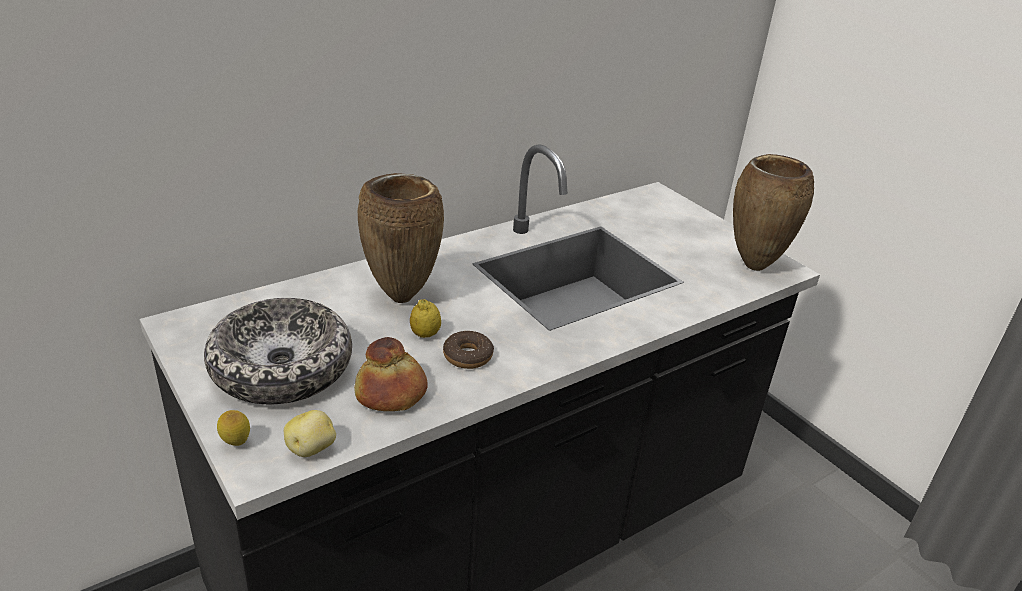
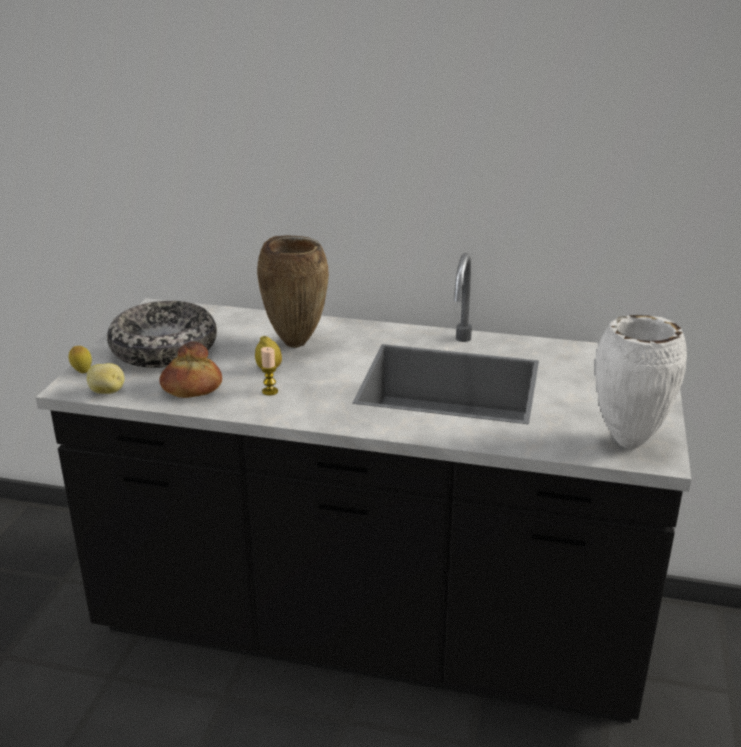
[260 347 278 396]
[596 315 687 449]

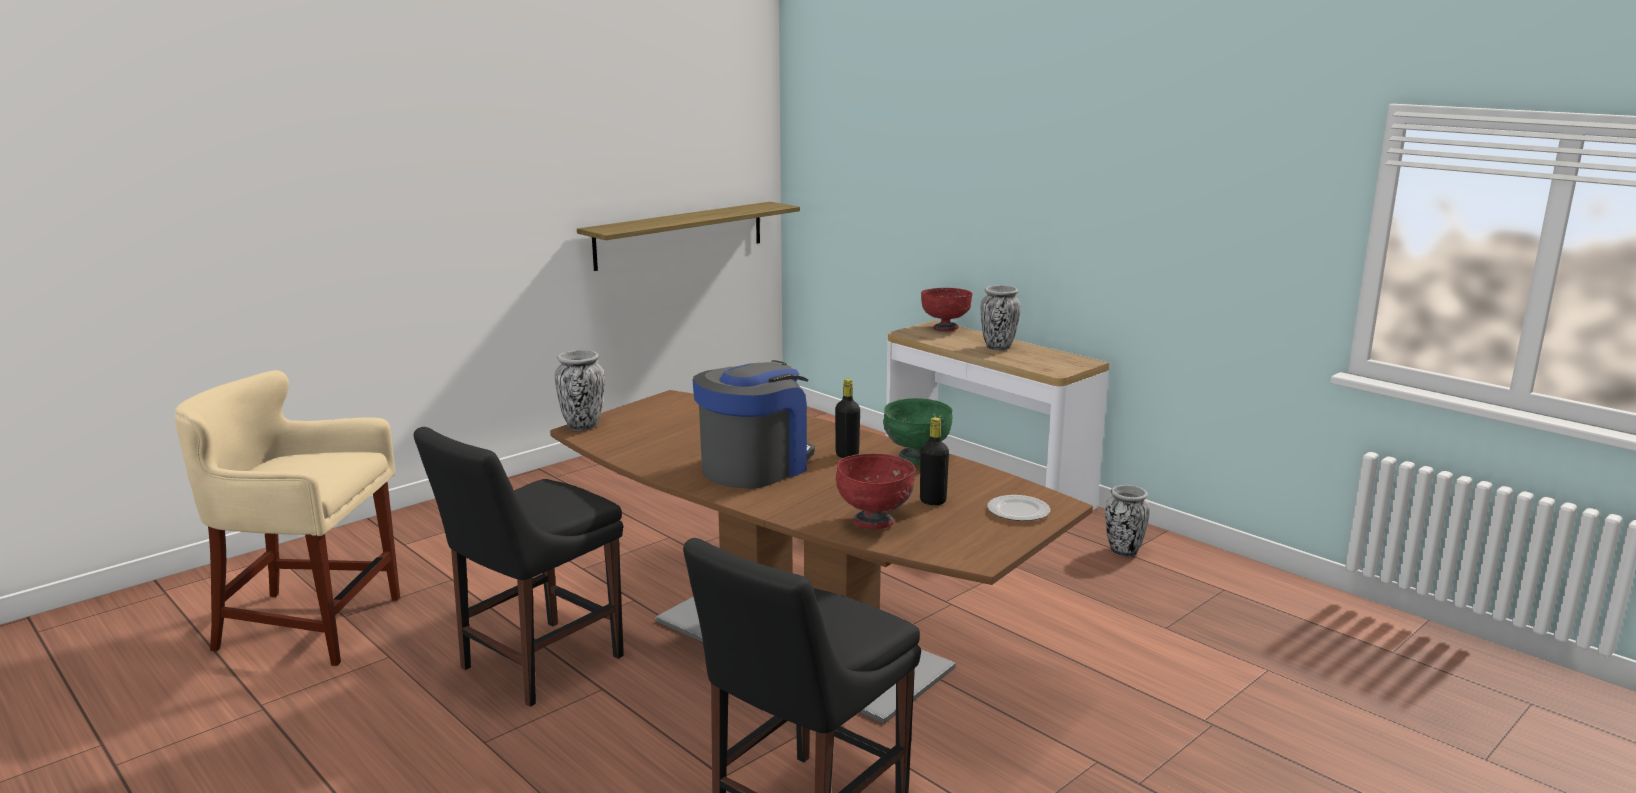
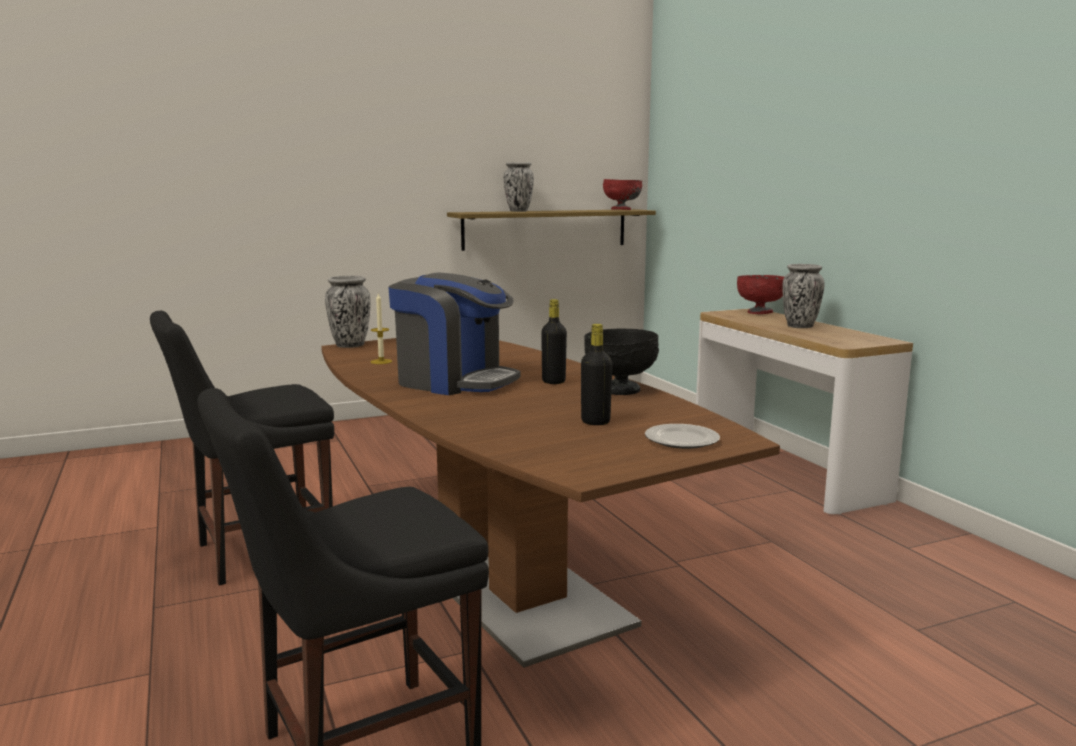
[175 370 400 666] (first image)
[371 294 392 364]
[603 179 642 210]
[504 162 534 212]
[584 329 659 395]
[388 273 521 395]

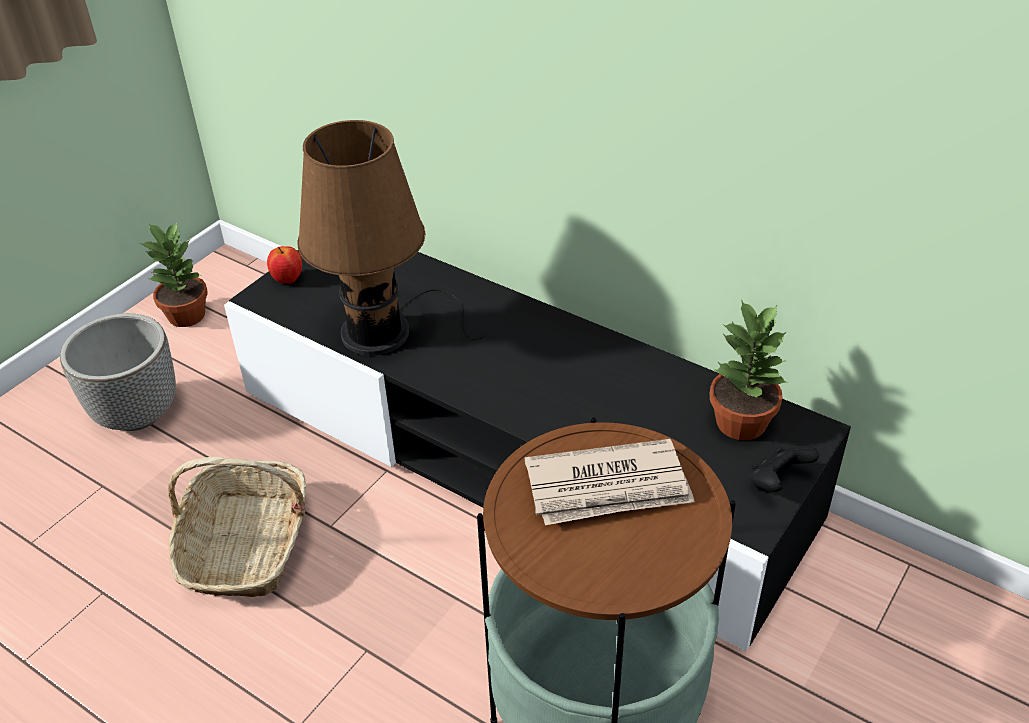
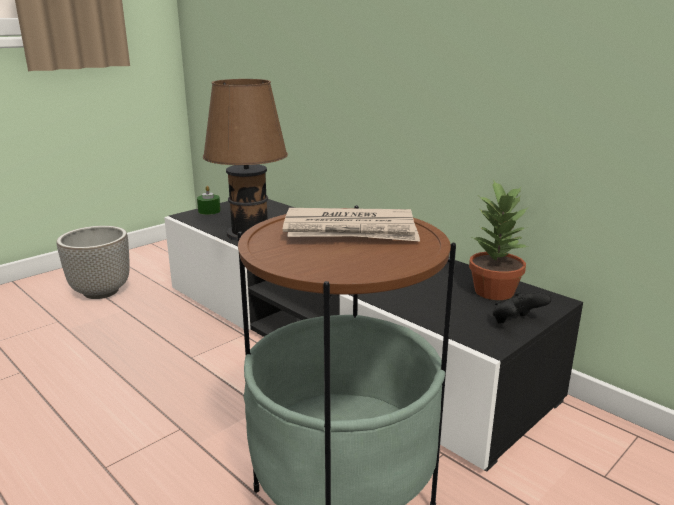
[140 222 208 327] (first image)
[168 457 306 597] (first image)
[197 186 220 215]

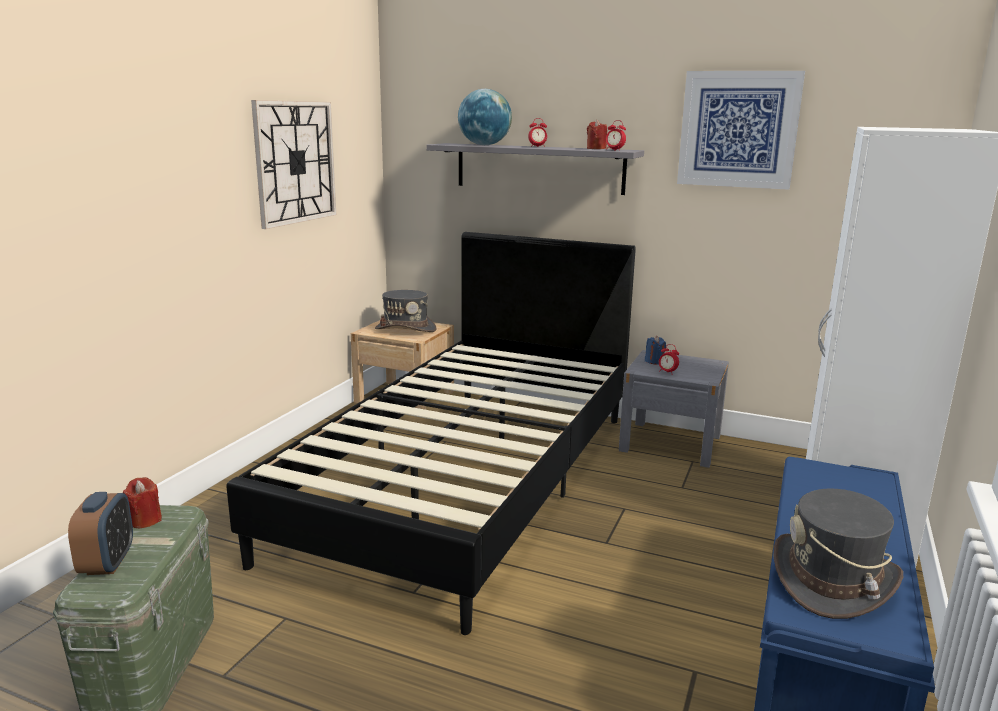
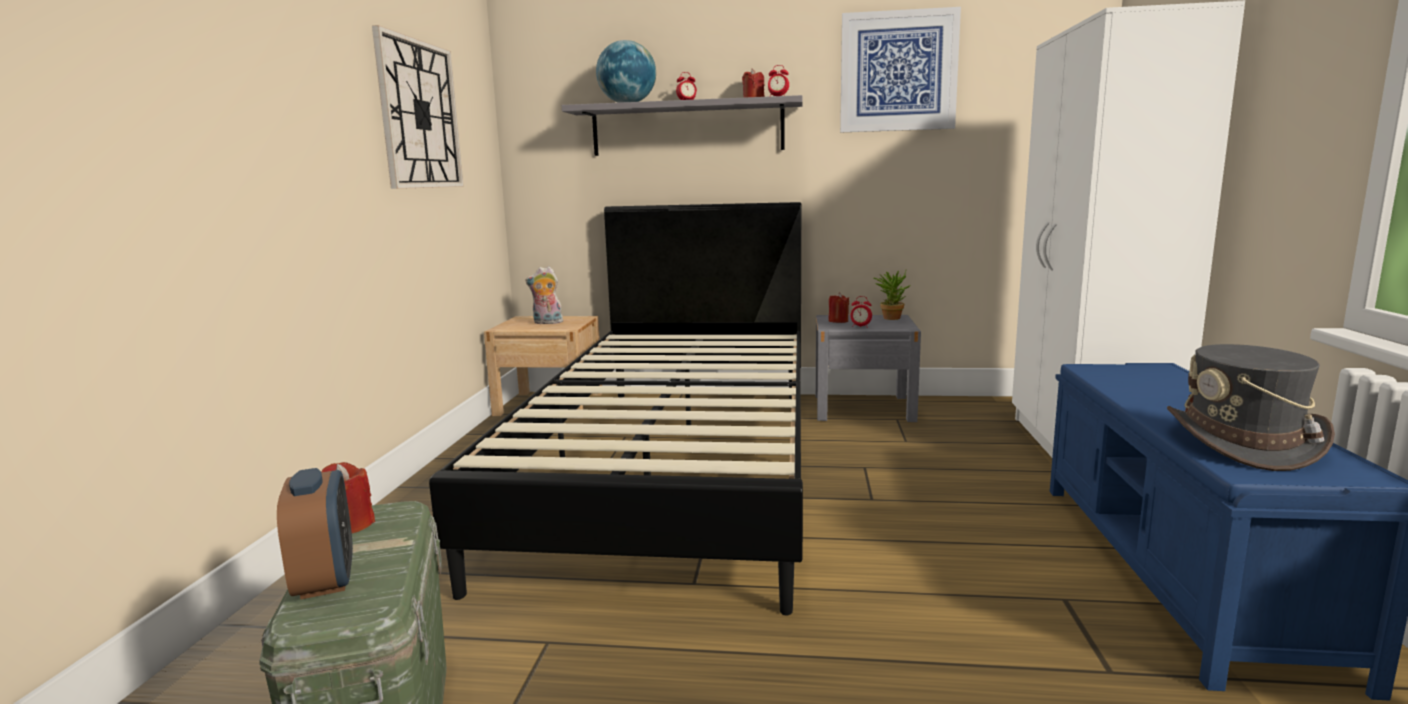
[874 271 911 320]
[526 266 566 325]
[828 292 849 323]

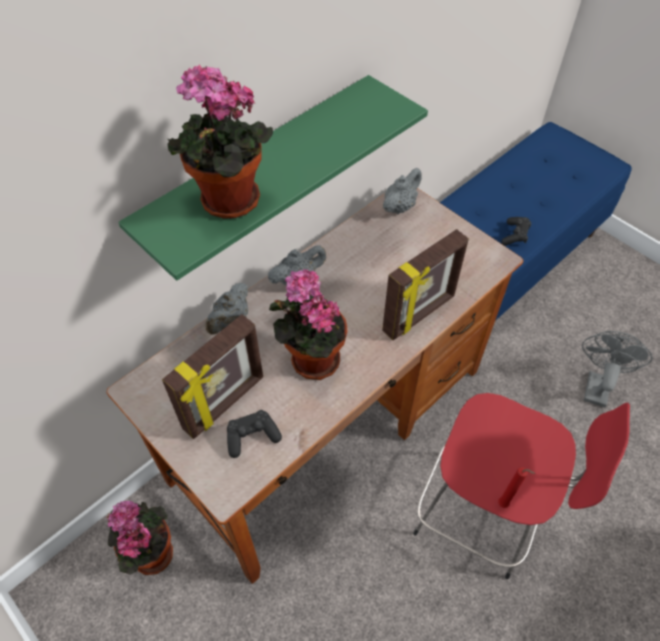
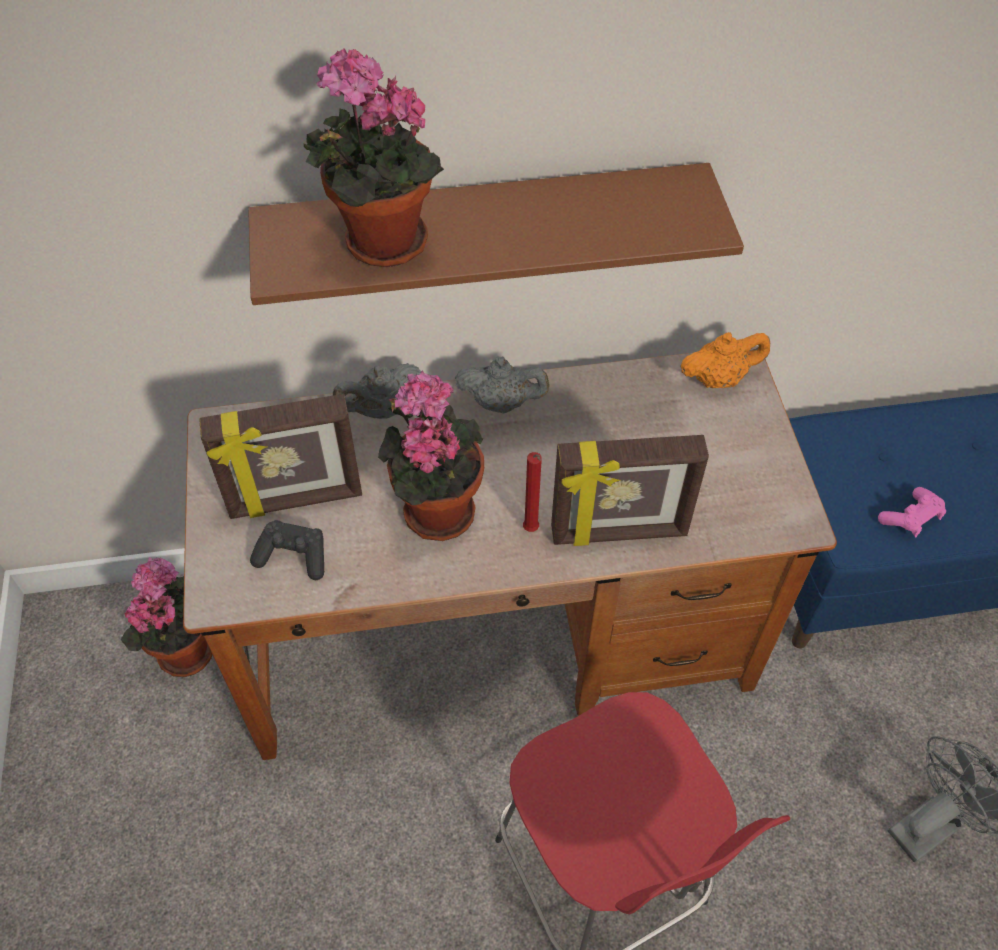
[523 452 542 532]
[248 163 744 305]
[680 332 770 388]
[878 487 946 537]

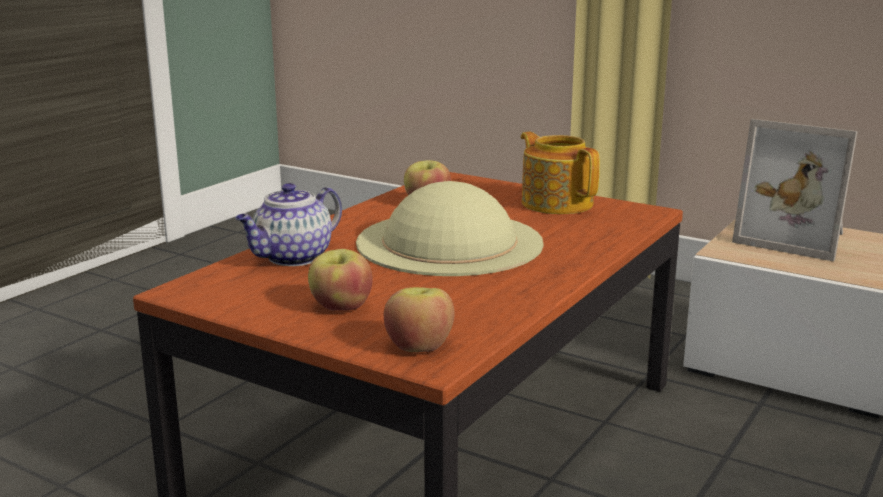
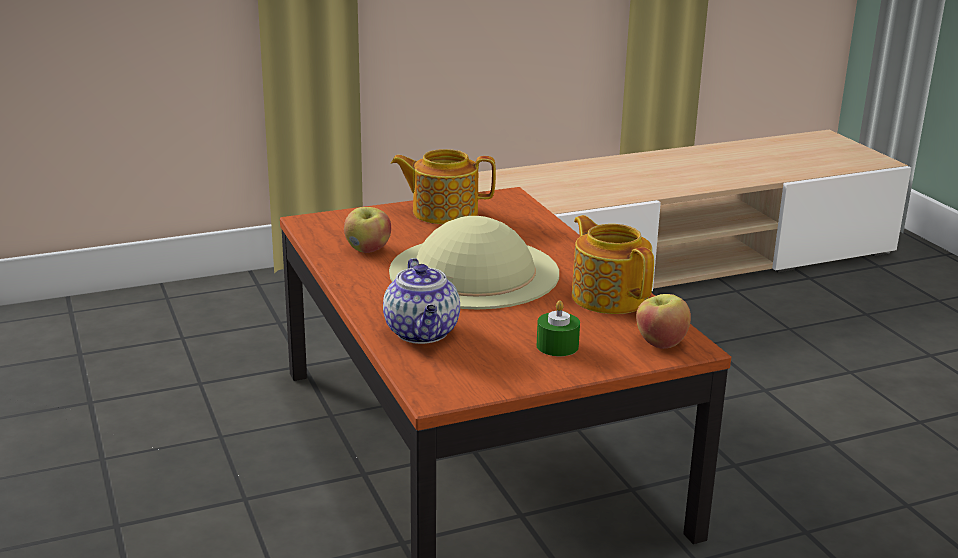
[732 119 858 261] (first image)
[572 215 654 314]
[537 300 580 356]

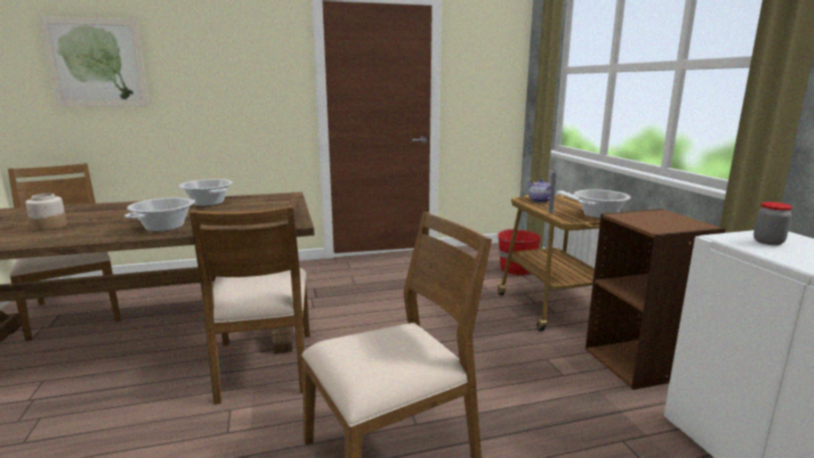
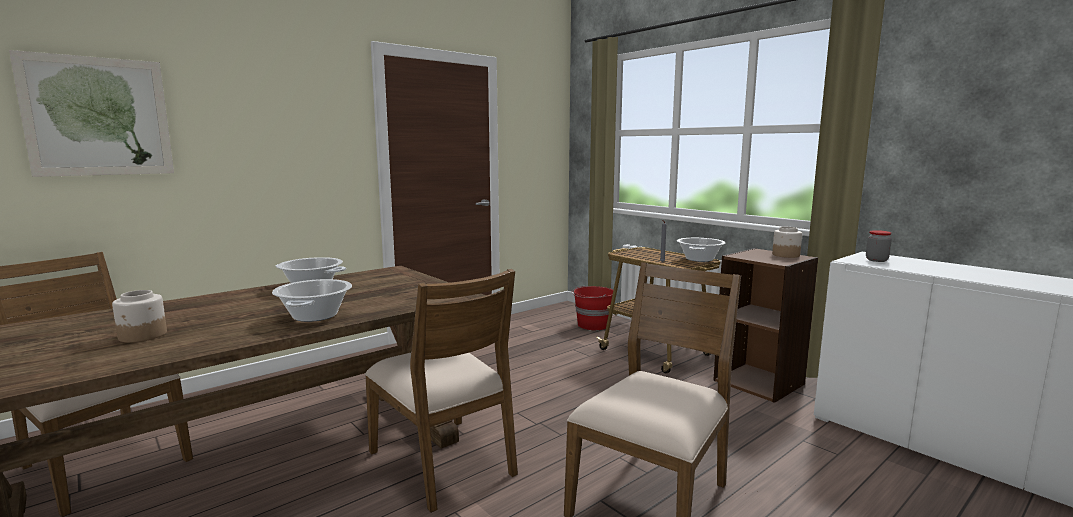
[528 179 551 203] (first image)
[772 227 802 258]

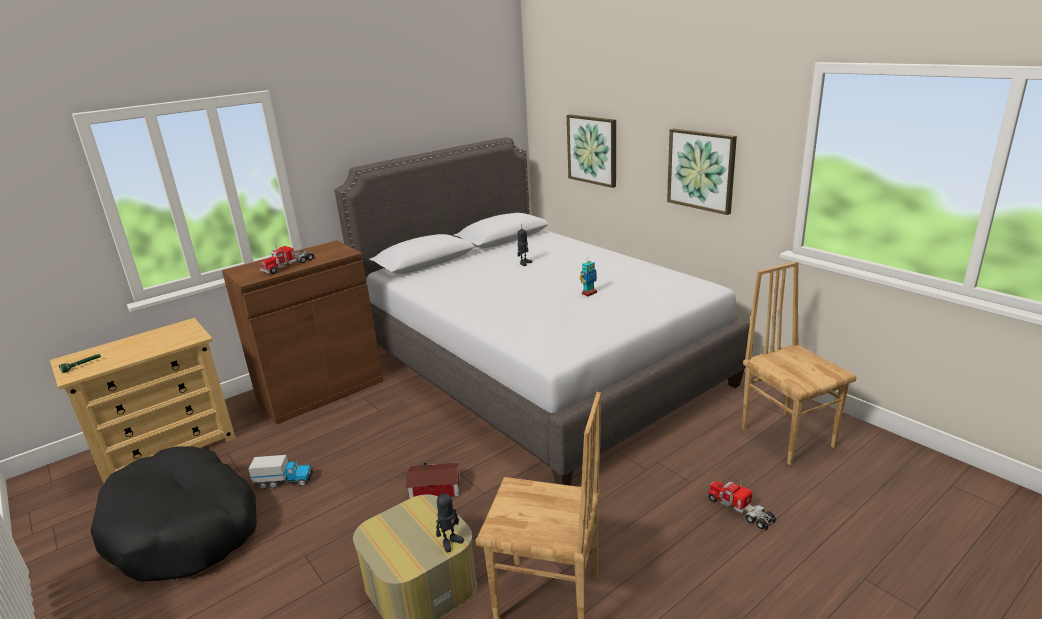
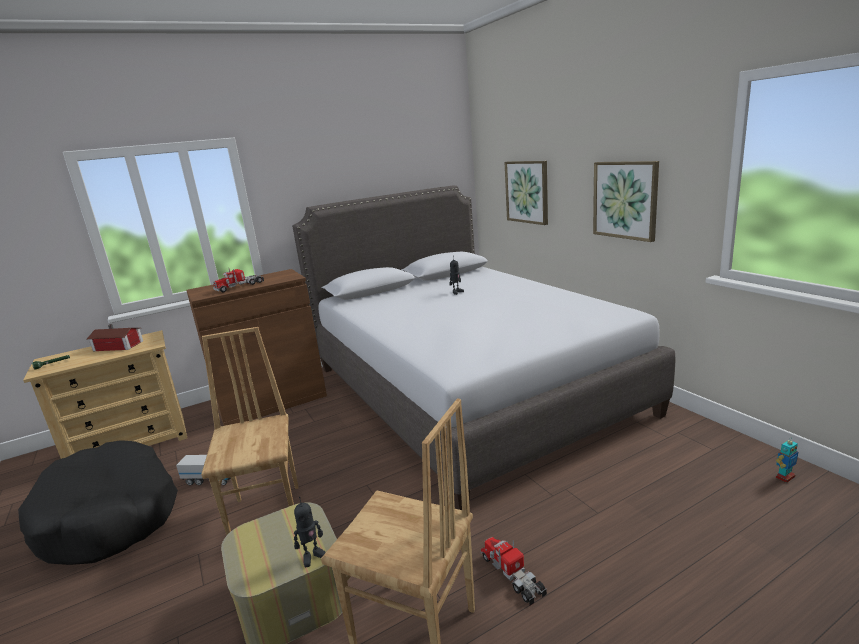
[87 324 143 351]
[776 437 798 483]
[480 537 547 606]
[201 327 298 535]

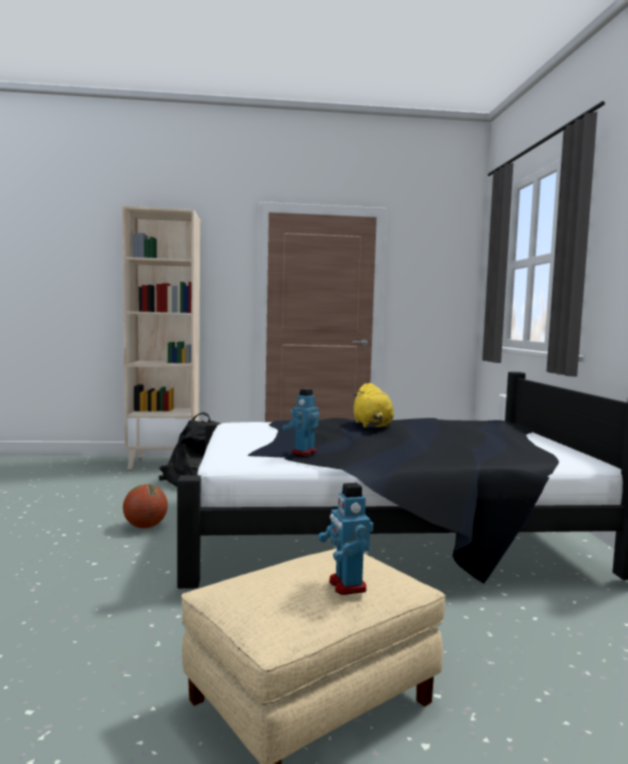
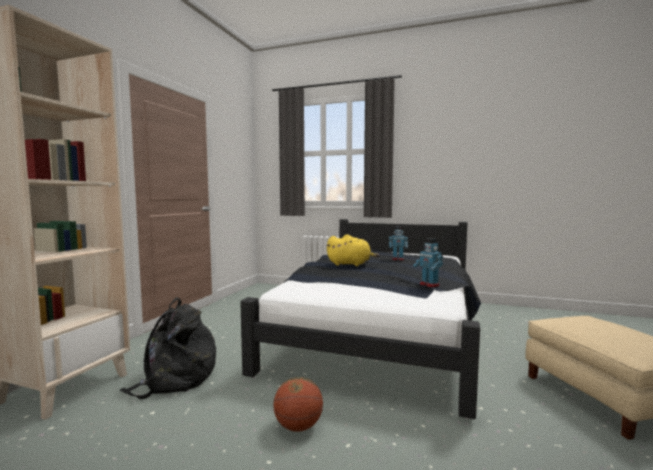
[389 226 408 260]

